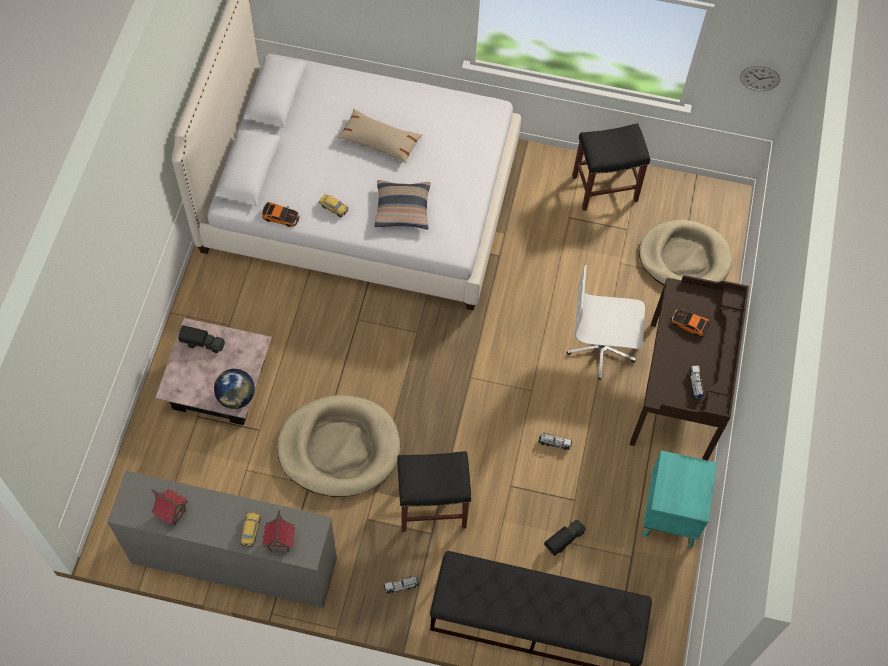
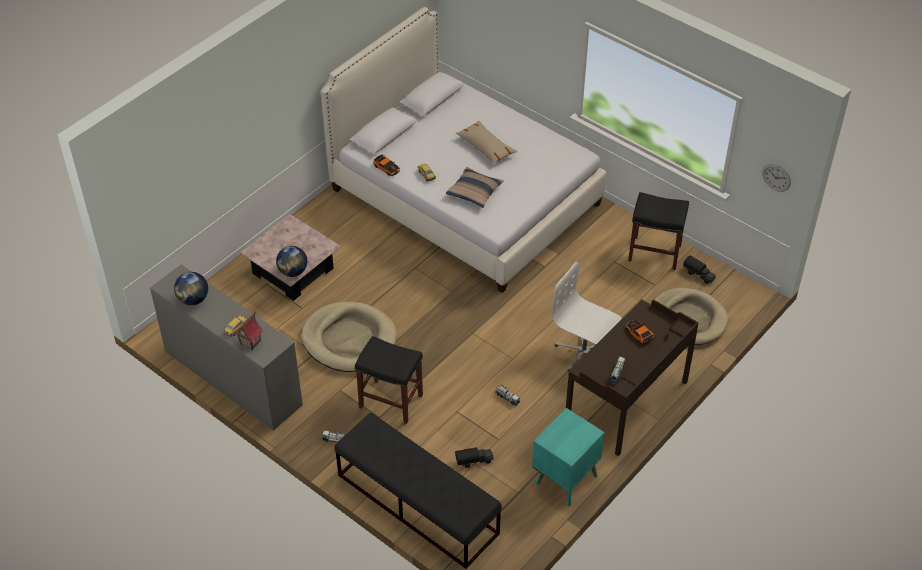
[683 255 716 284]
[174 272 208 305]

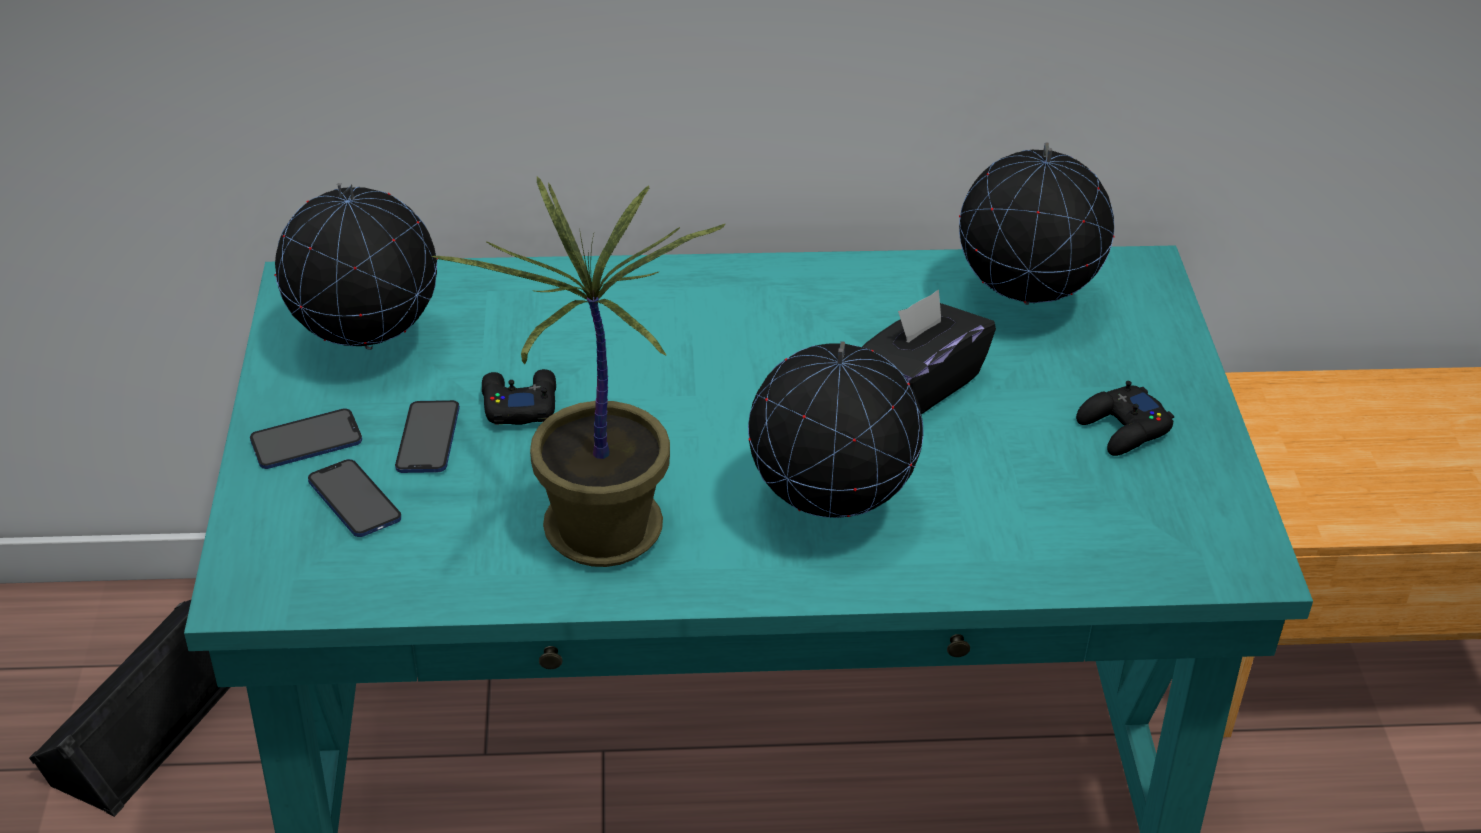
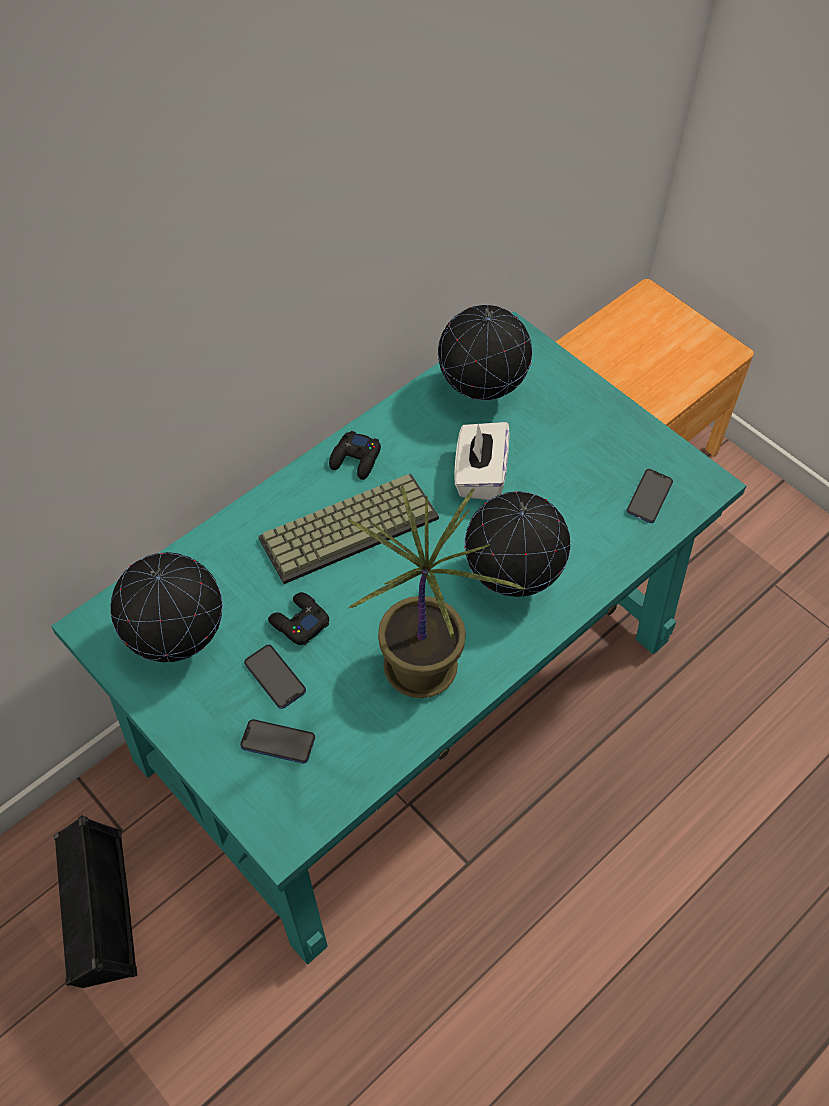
[258 474 439 584]
[626 469 673 523]
[329 431 381 480]
[454 422 510 500]

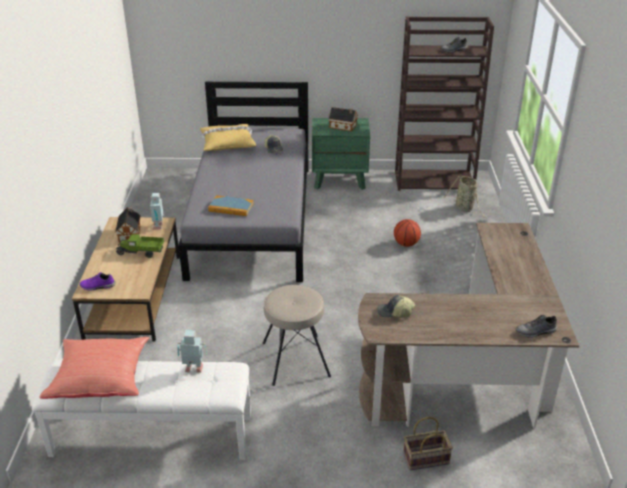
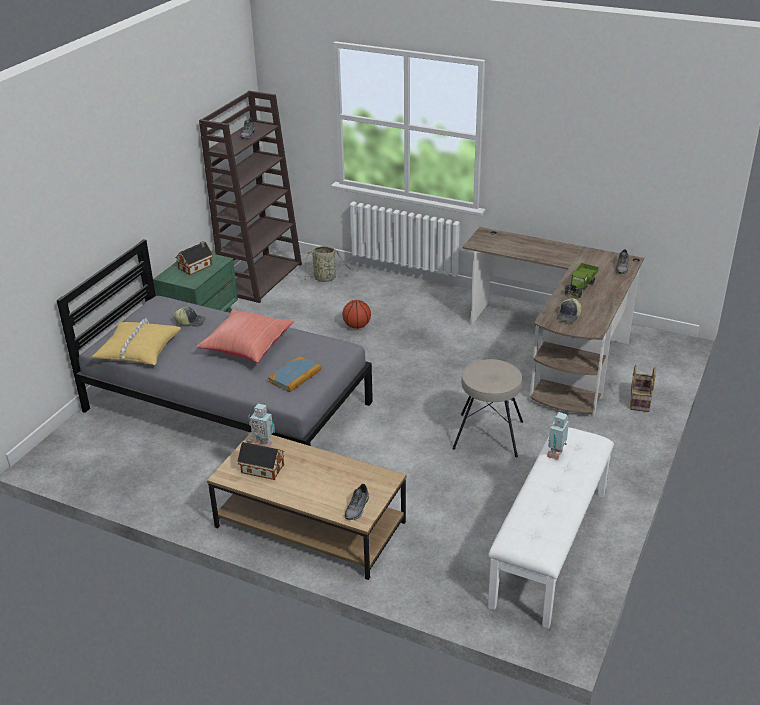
[197 309 294 363]
[565 263 599 298]
[344 484 369 520]

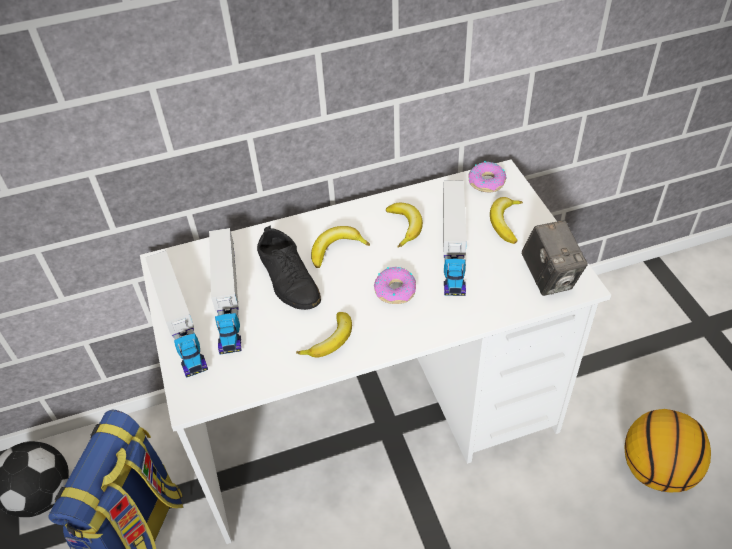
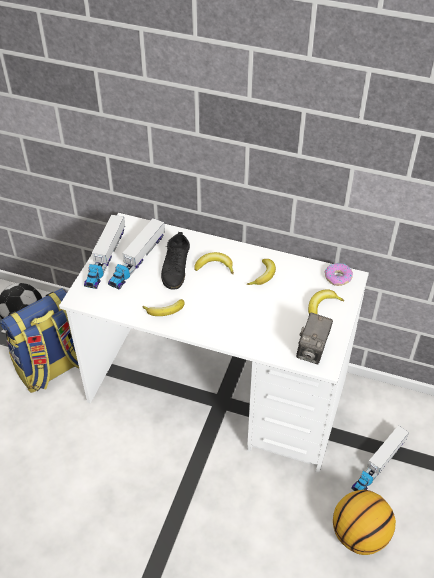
[374 267 416 304] (first image)
[351 425 409 491]

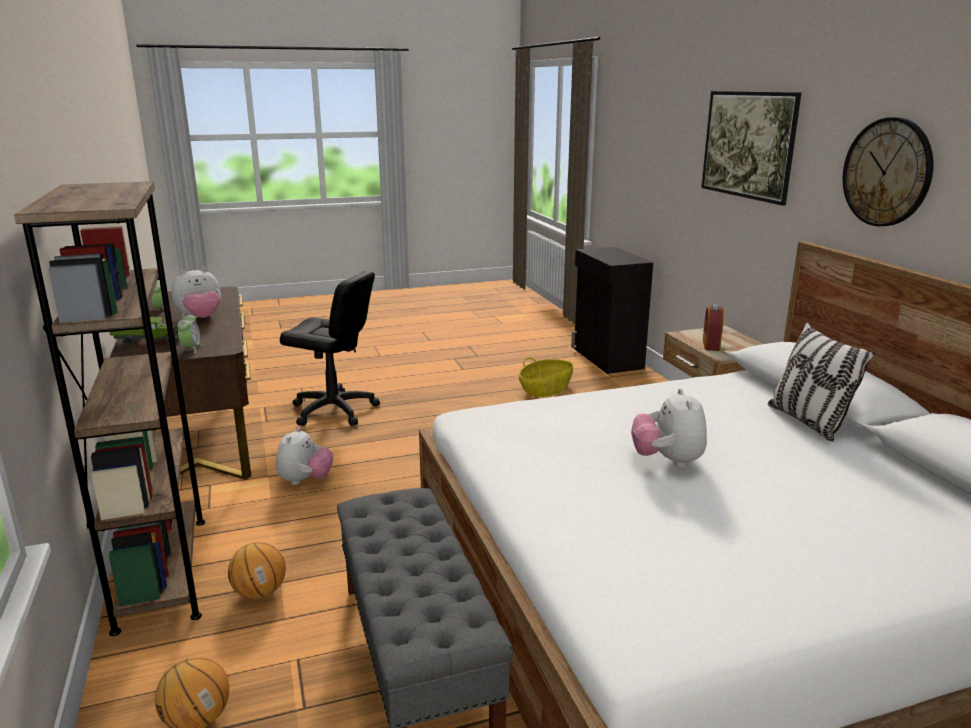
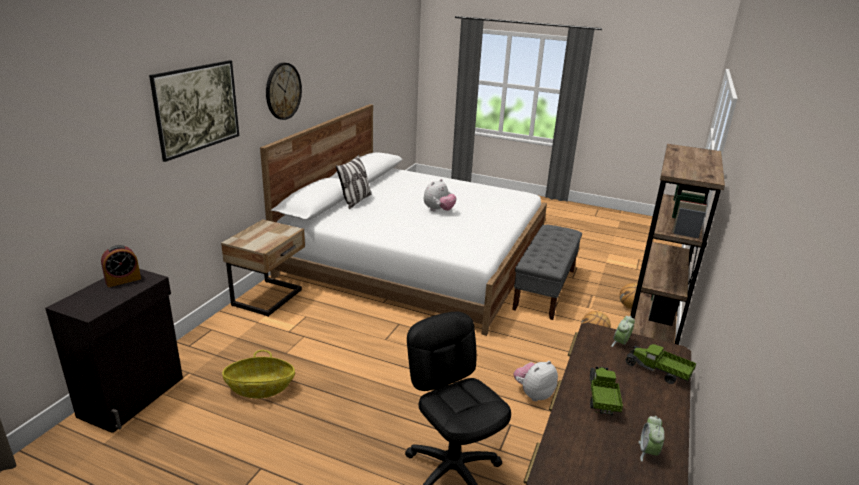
[101 245 141 287]
[590 366 623 416]

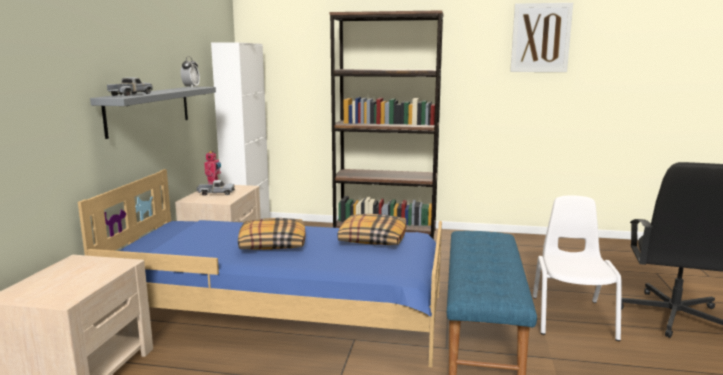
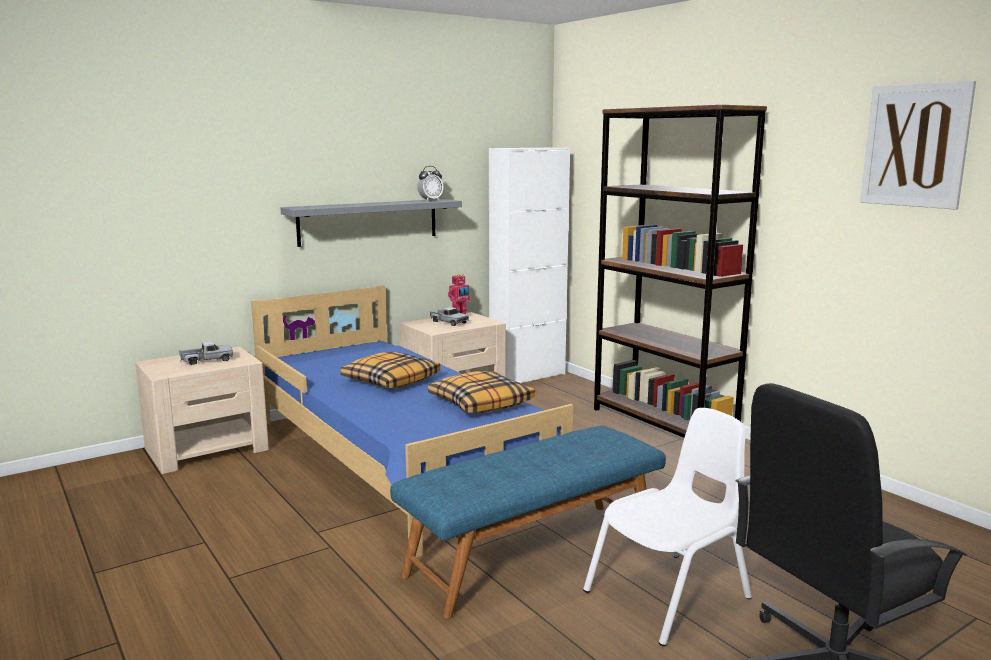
[179 341 233 365]

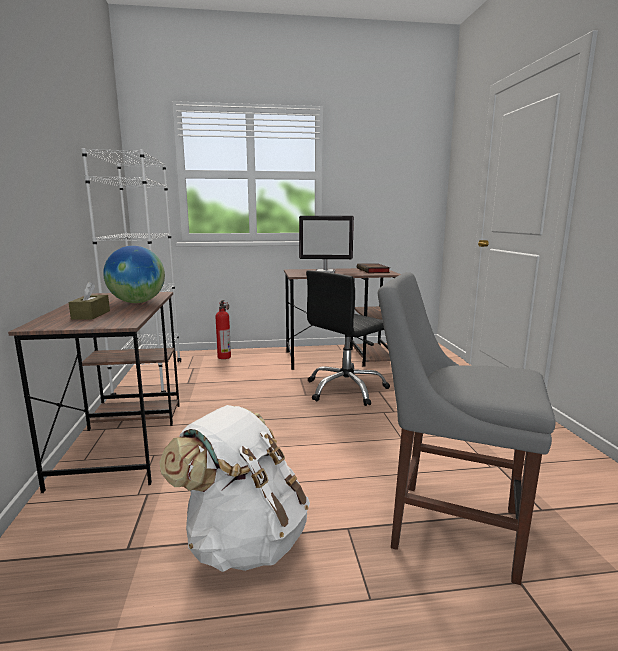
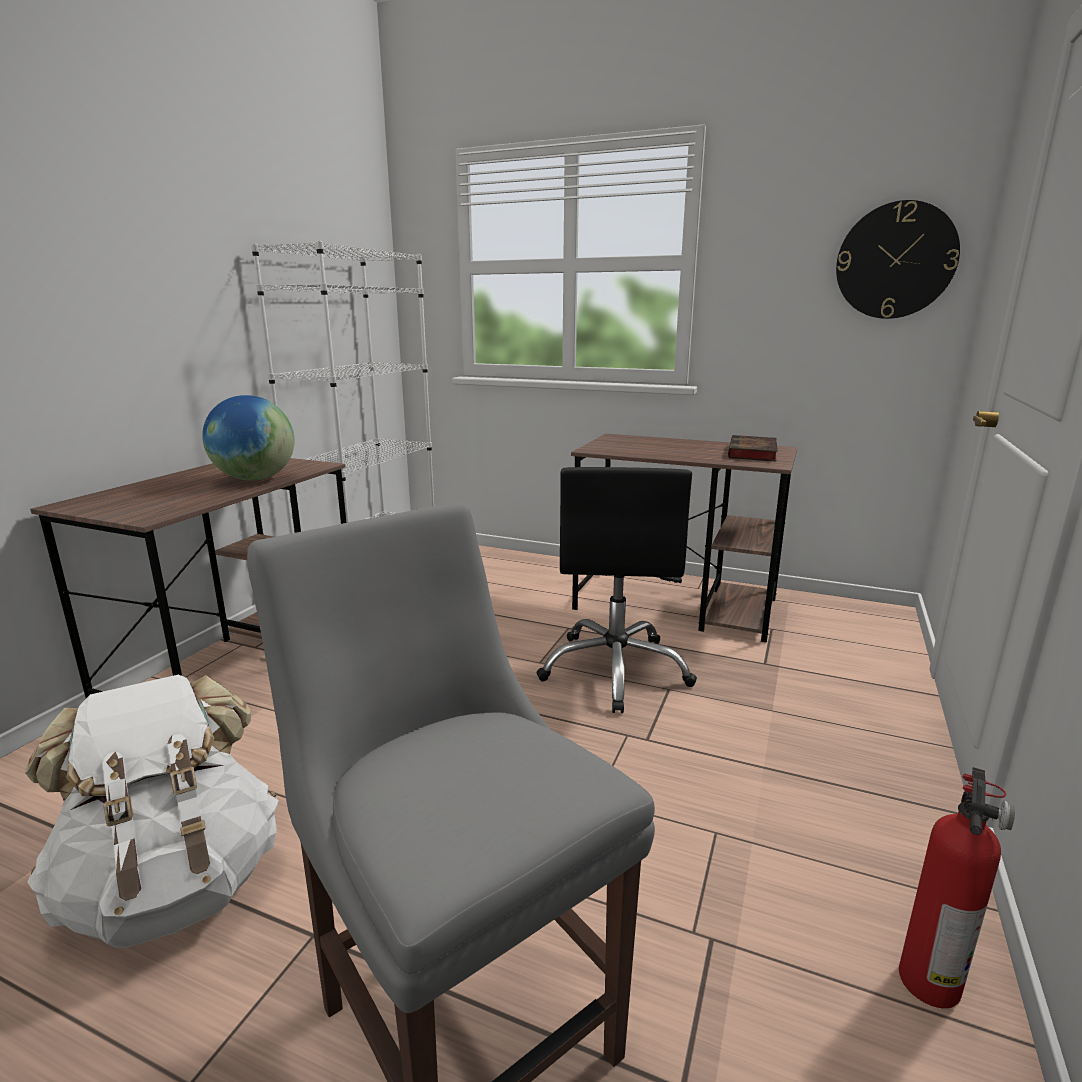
[69 282 110 320] (first image)
[299 216 354 273] (first image)
[836 200 960 319]
[899 767 1015 1008]
[536 467 697 713]

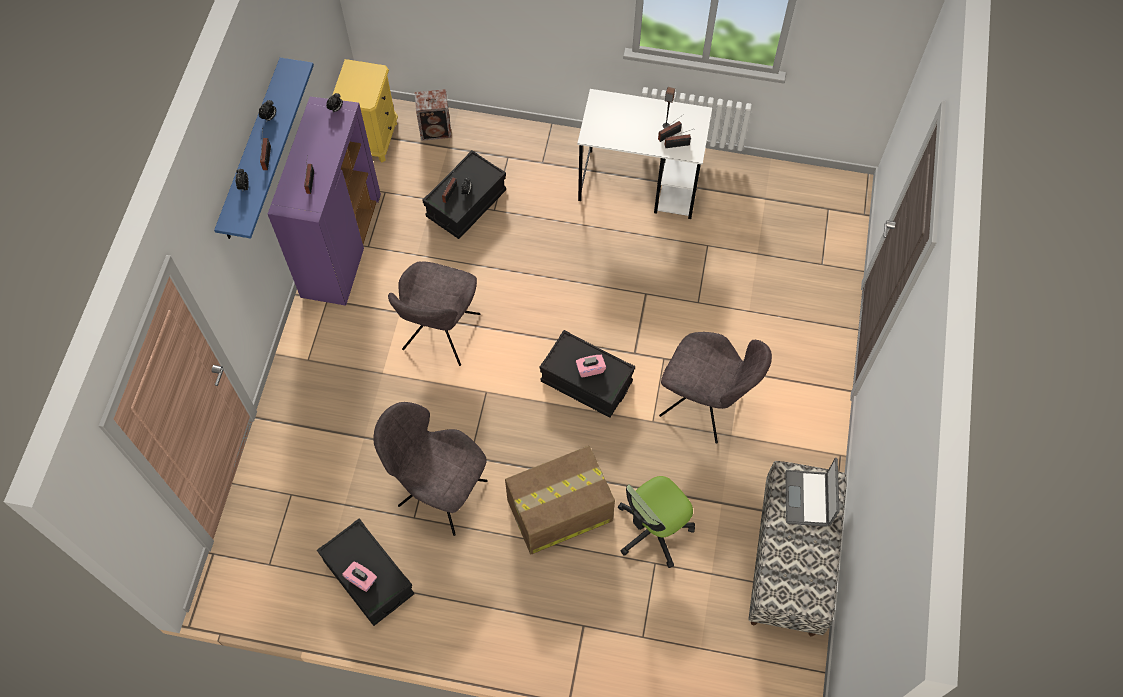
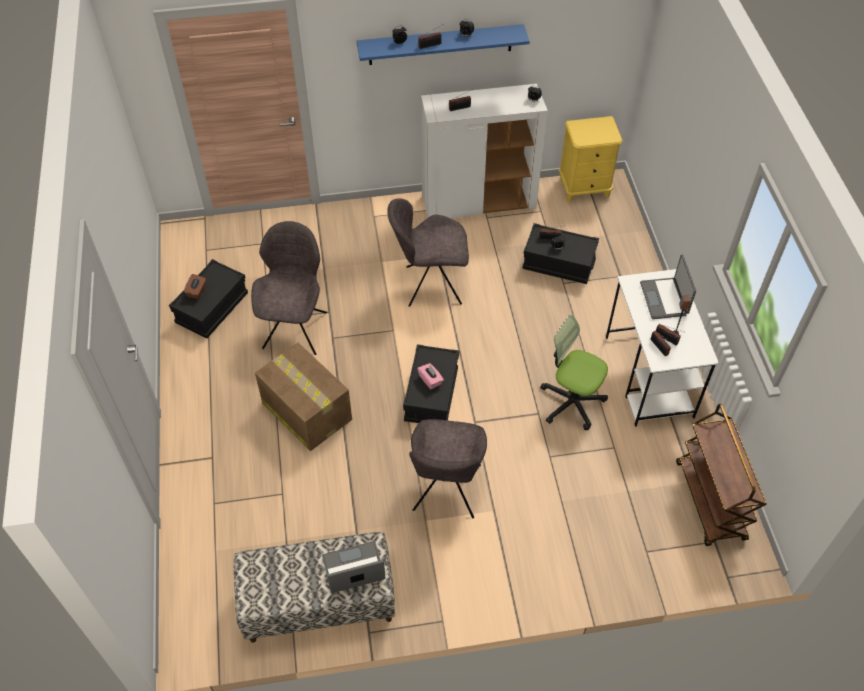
[414 89 452 141] (first image)
[640 254 696 319]
[676 404 767 546]
[540 315 608 430]
[421 84 548 218]
[184 274 206 299]

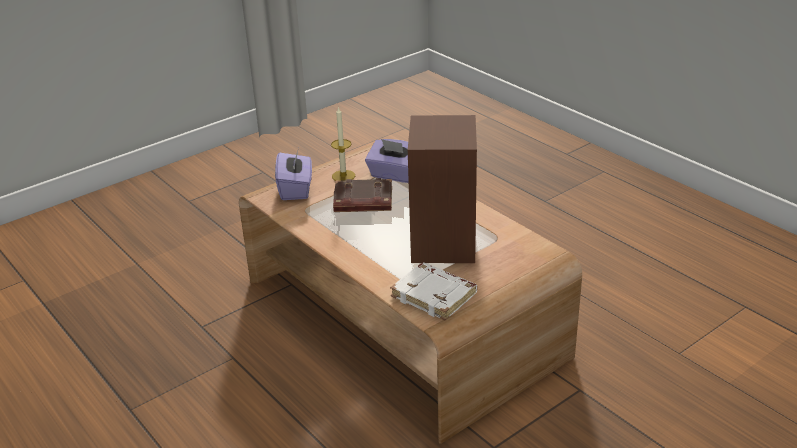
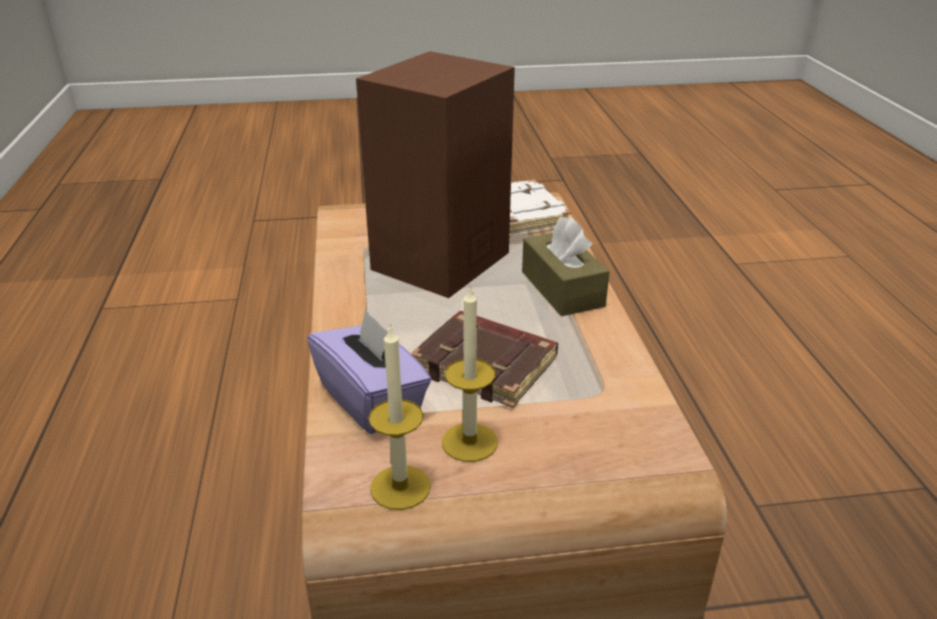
[275 148 312 200] (first image)
[368 324 431 510]
[522 217 609 316]

